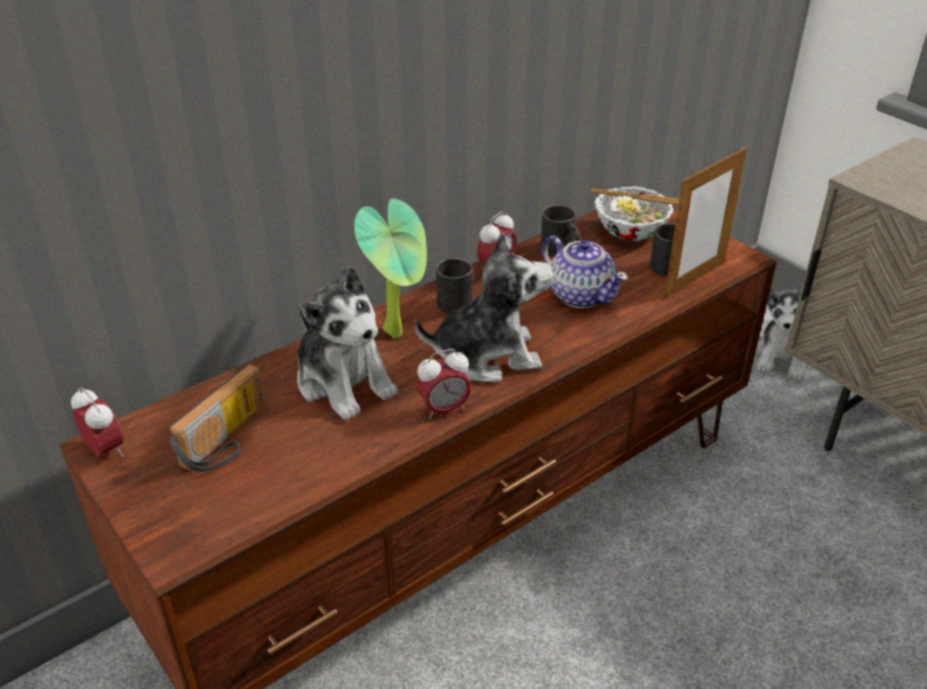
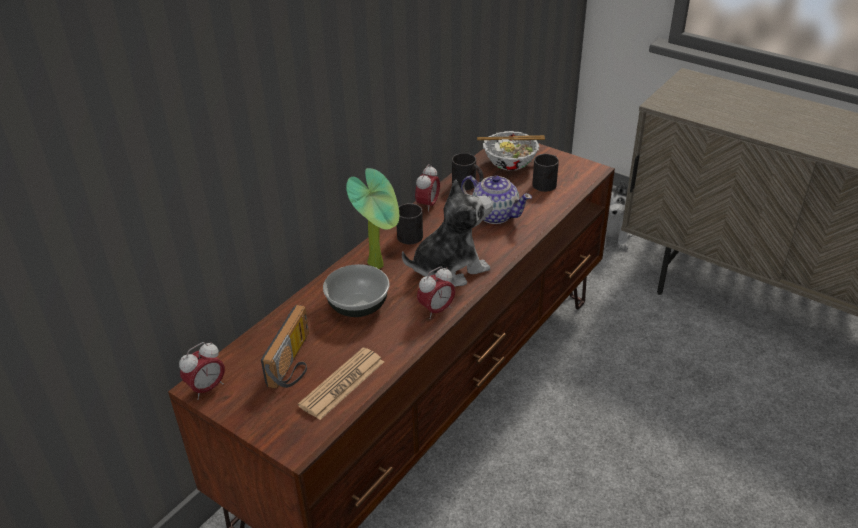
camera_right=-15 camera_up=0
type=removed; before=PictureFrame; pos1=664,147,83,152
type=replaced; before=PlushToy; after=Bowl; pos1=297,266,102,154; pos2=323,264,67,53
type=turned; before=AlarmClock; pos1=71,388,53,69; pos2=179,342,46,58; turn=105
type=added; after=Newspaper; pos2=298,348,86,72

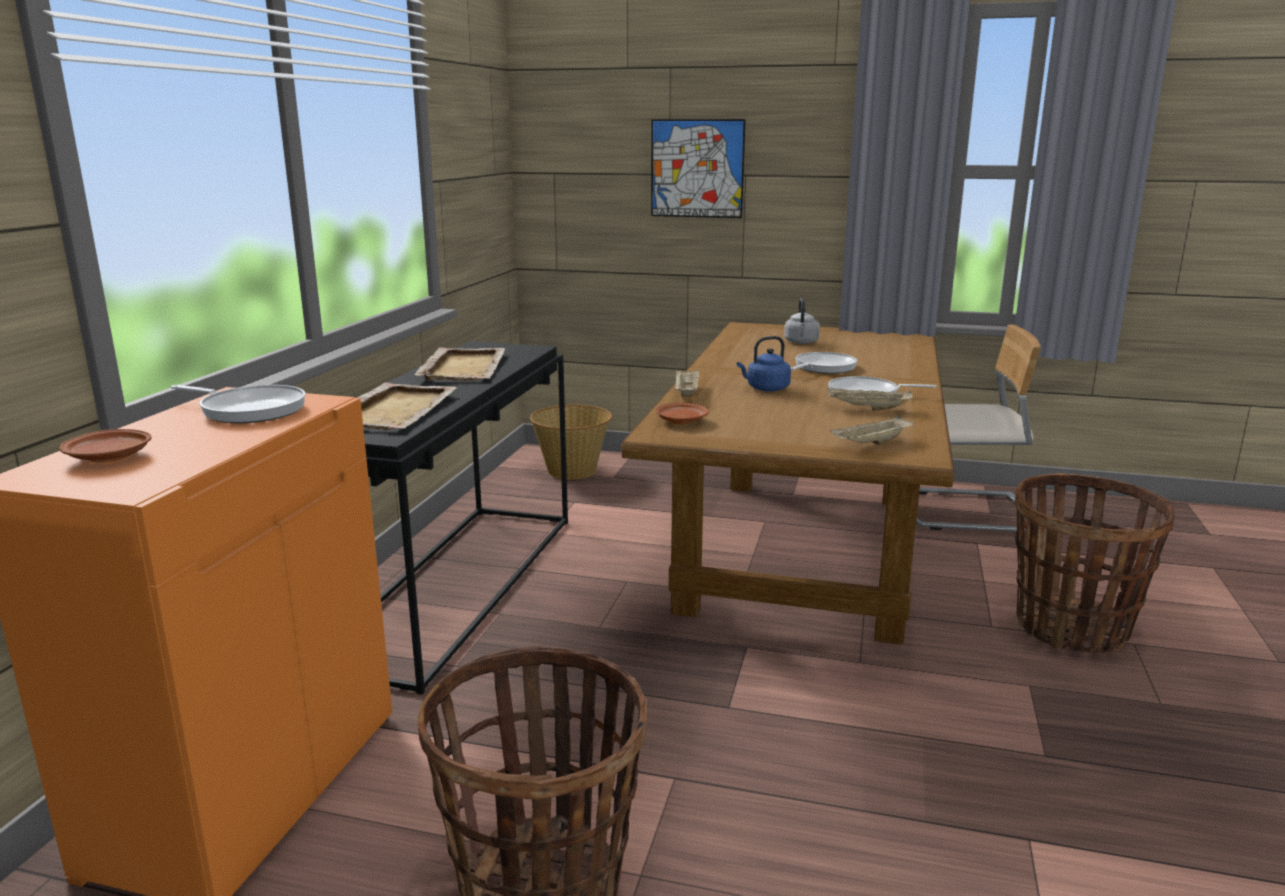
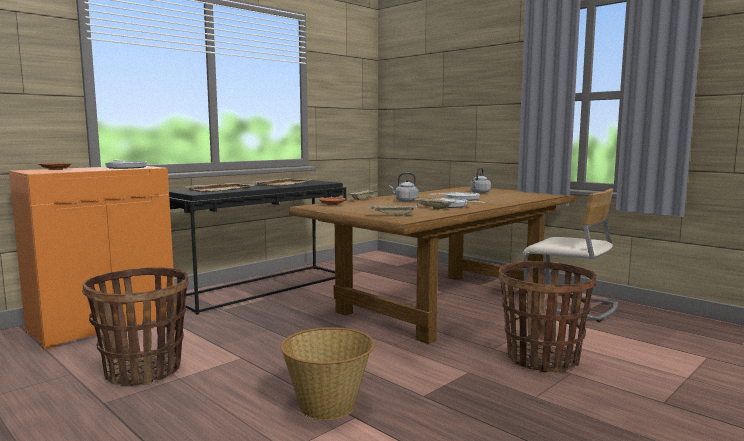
camera_right=30 camera_up=-10
type=removed; before=Picture; pos1=651,119,94,99
type=recoloured; before=BlueKettle; after=GreyKettle; pos1=737,336,54,55; pos2=389,173,30,29
type=moved; before=Basket; pos1=530,405,82,75; pos2=281,327,94,93

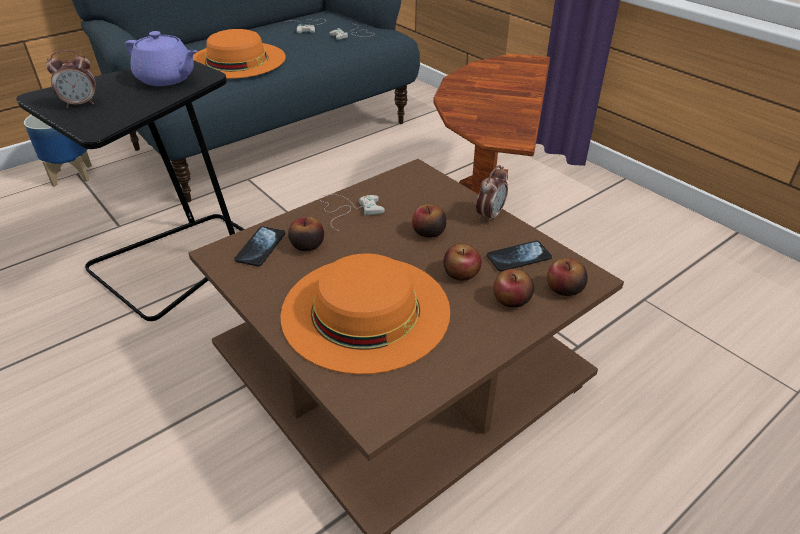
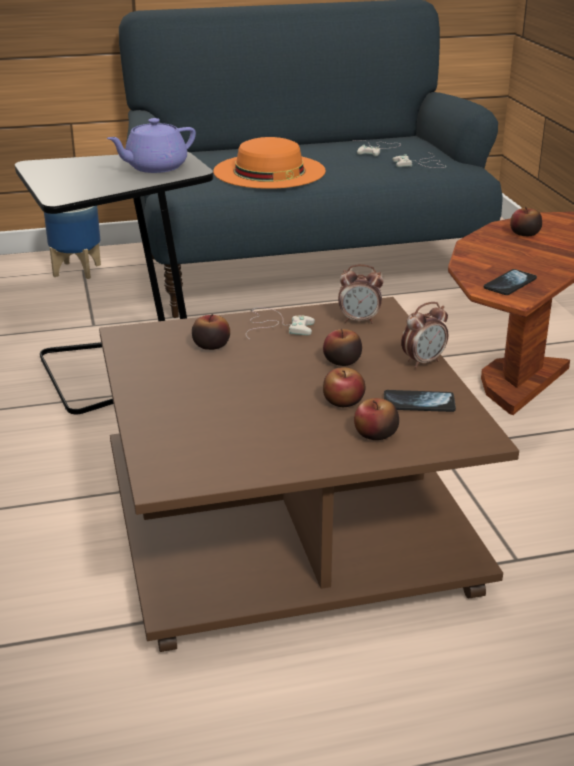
camera_right=25 camera_up=-10
type=turned; before=PurpleTeapot; pos1=125,31,72,55; pos2=107,118,89,55; turn=90
type=moved; before=AlarmClock; pos1=46,50,50,58; pos2=338,264,46,59
type=moved; before=Phone; pos1=234,226,51,40; pos2=484,269,53,26
type=removed; before=OrangeHat; pos1=280,254,170,120
type=moved; before=Apple; pos1=547,258,41,38; pos2=510,207,32,29

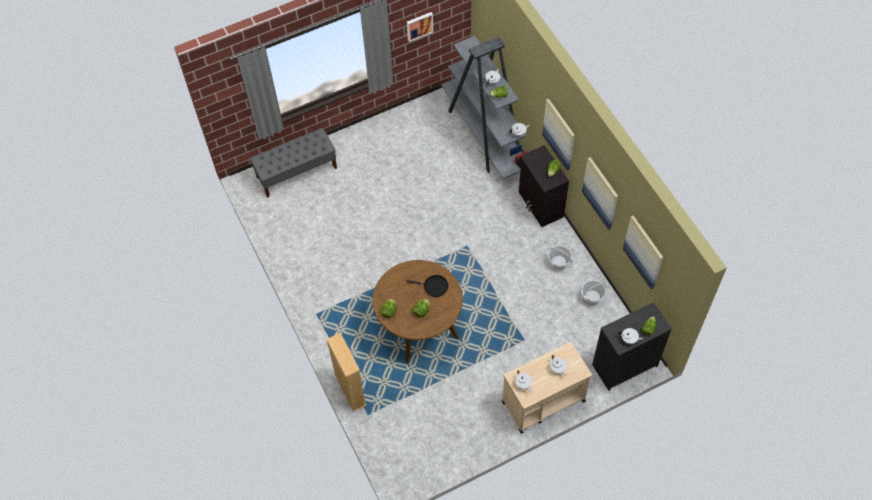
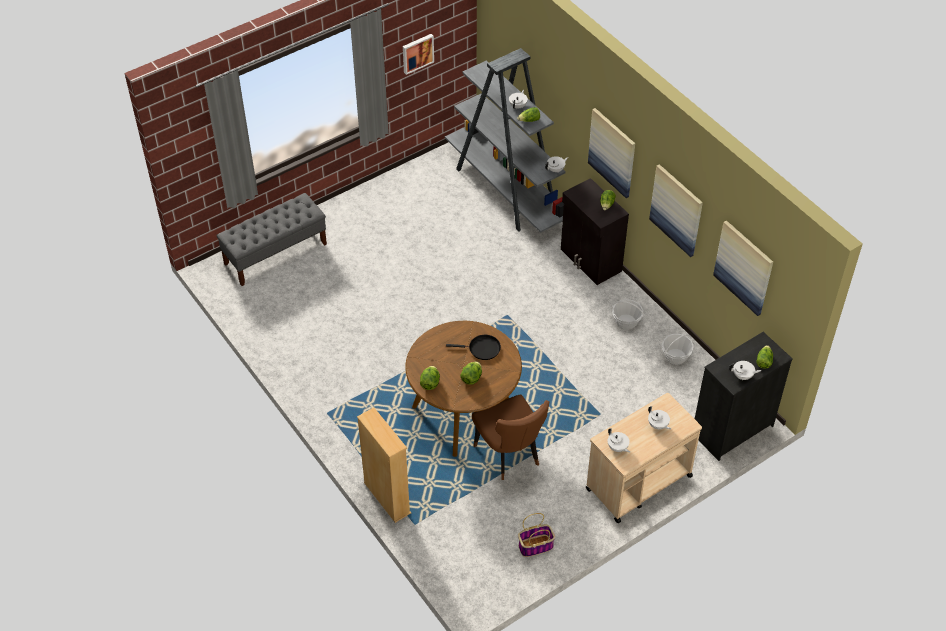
camera_right=-10 camera_up=-10
type=added; after=BrownChair; pos2=472,394,77,86
type=added; after=Basket; pos2=518,513,37,44

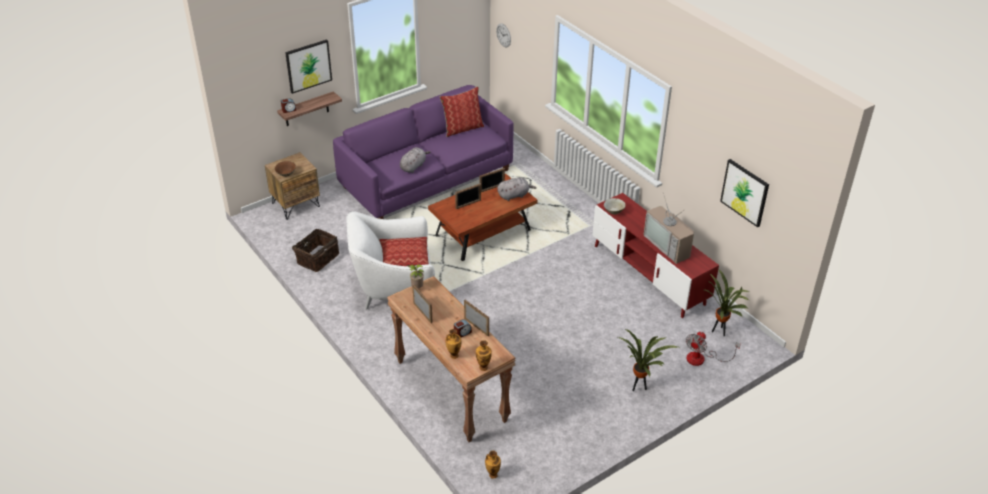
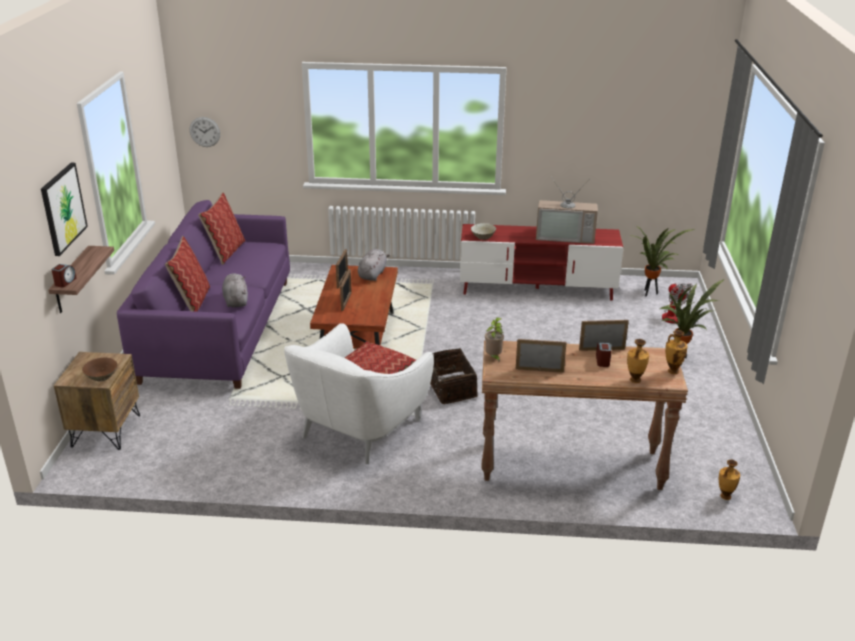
camera_right=-50 camera_up=-10
type=removed; before=Picture; pos1=720,159,49,68
type=moved; before=Basket; pos1=292,229,47,43; pos2=430,348,48,56
type=added; after=Pillow; pos2=165,236,45,76

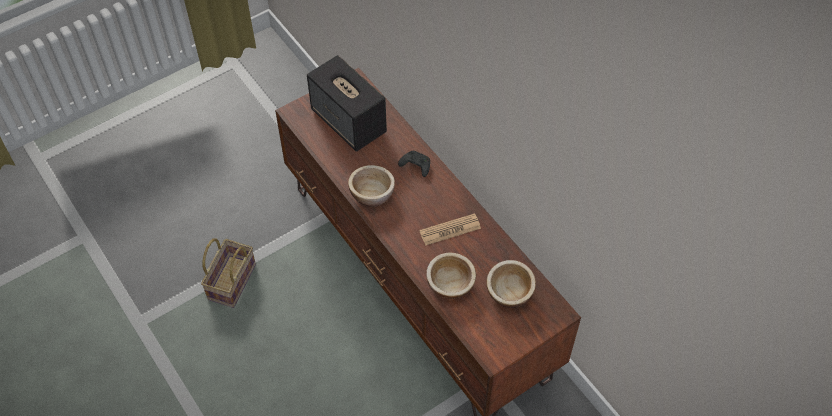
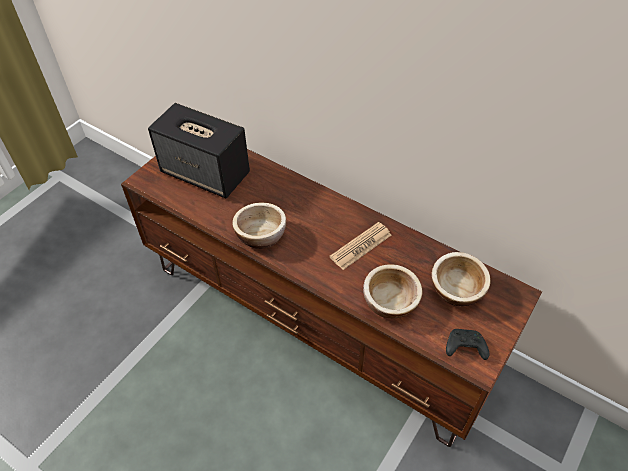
camera_right=-20 camera_up=-5
type=moved; before=BlackGameController; pos1=398,151,32,26; pos2=446,329,43,31
type=removed; before=Basket; pos1=201,239,55,69

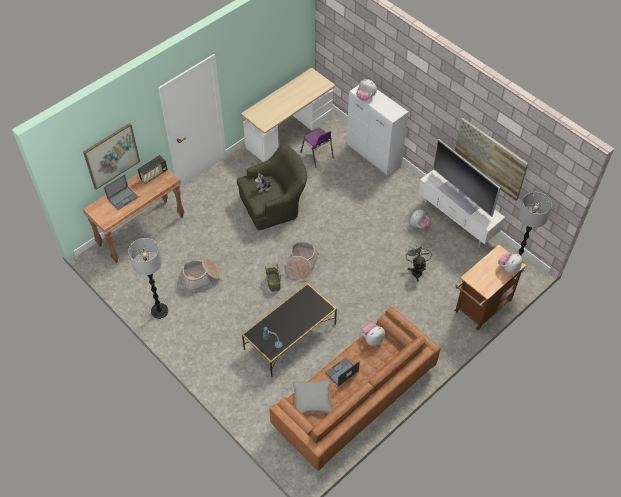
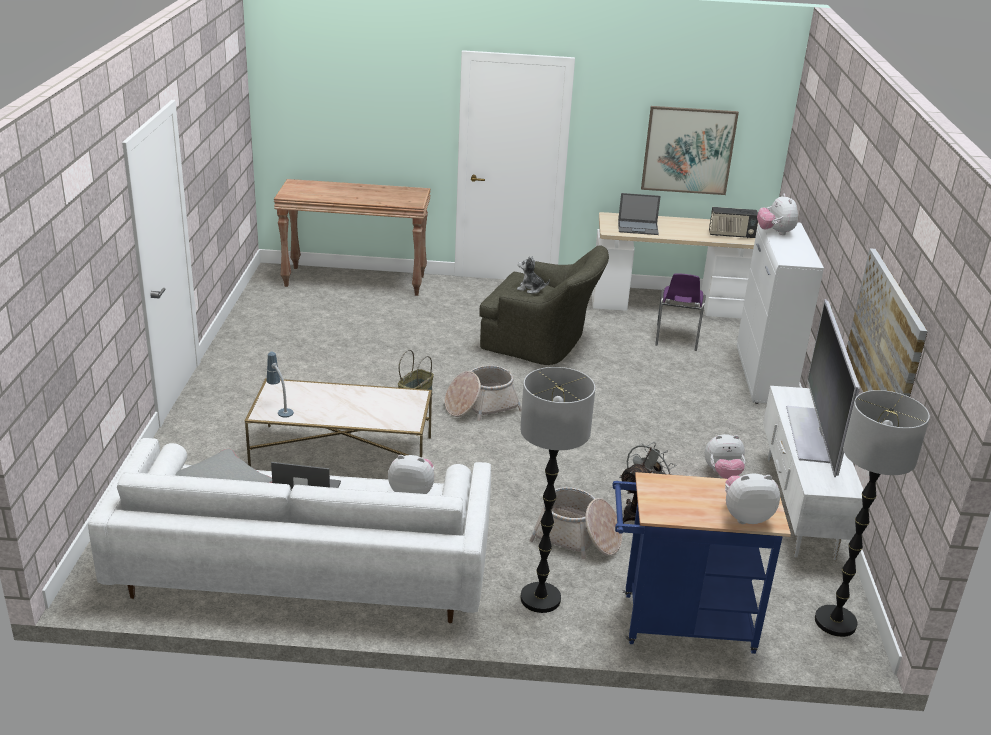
camera_right=45 camera_up=-25
type=moved; before=Picture; pos1=83,123,57,67; pos2=641,106,98,89
type=moved; before=Radio; pos1=138,155,29,29; pos2=709,207,49,31
type=moved; before=Laptop; pos1=104,174,34,36; pos2=618,193,43,42
type=moved; before=FloorLamp; pos1=128,238,40,81; pos2=520,367,75,246
type=recoloured; before=BrownCart; after=BlueCart; pos1=454,245,72,85; pos2=613,472,178,182
type=moved; before=Basket; pos1=180,258,41,35; pos2=529,487,93,72
type=recoloured; before=BlackCoffeeTable; after=WhiteCoffeeTable; pos1=242,283,95,94; pos2=245,378,187,89
type=recoloured; before=BrownSofa; after=WhiteSofa; pos1=269,307,171,164; pos2=88,438,403,185

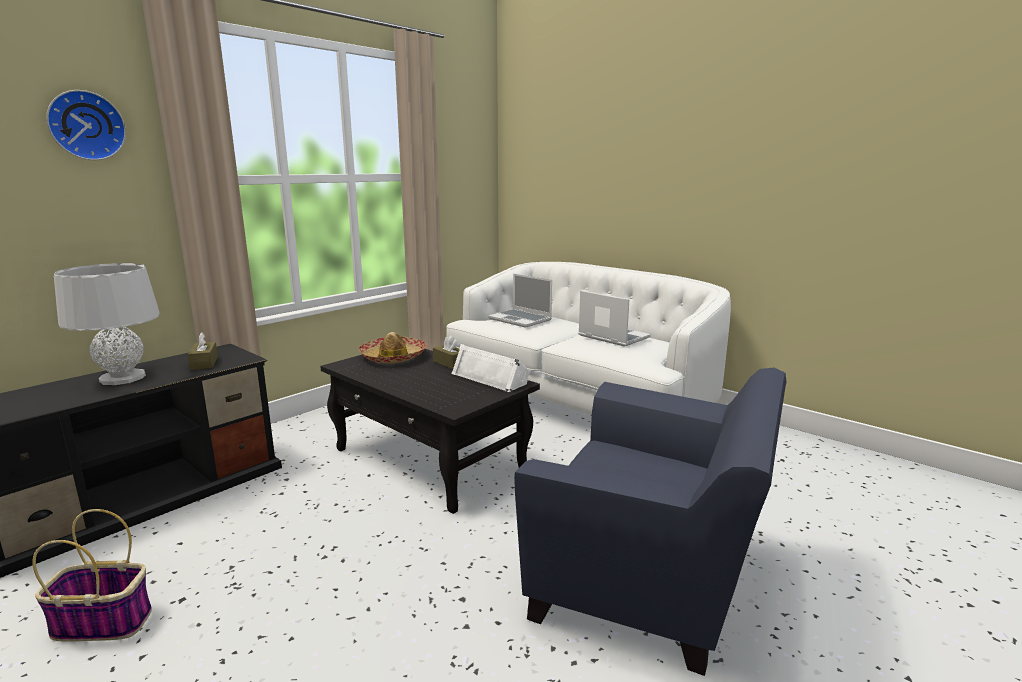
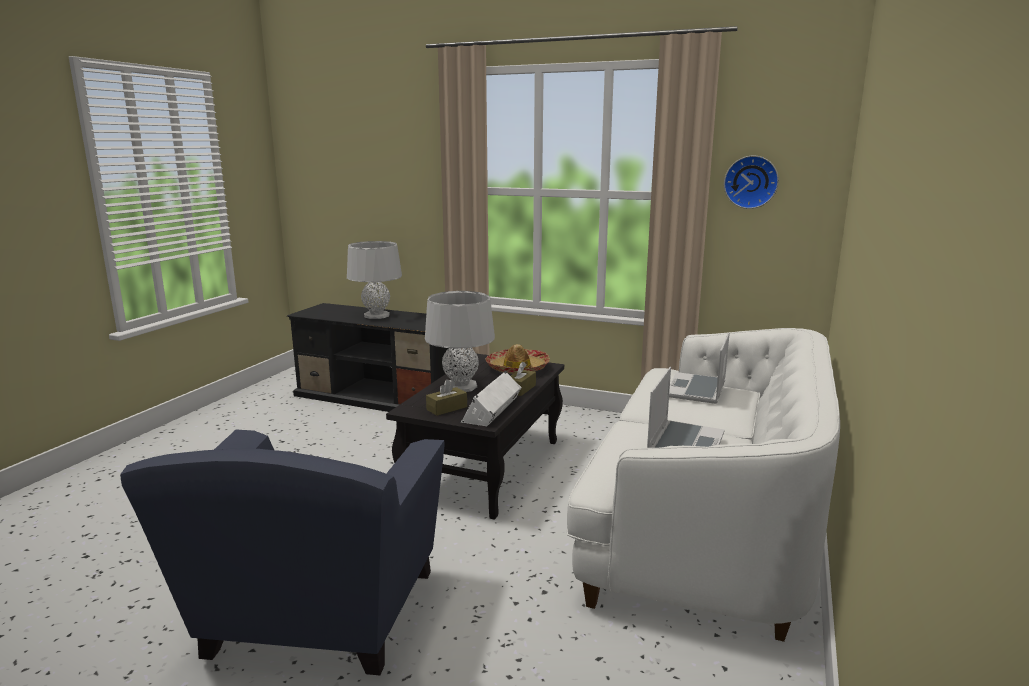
camera_right=70 camera_up=0
type=moved; before=WallClock; pos1=46,90,80,70; pos2=724,156,55,53
type=moved; before=BrownTissueBox; pos1=187,332,31,38; pos2=426,379,41,37
type=removed; before=Basket; pos1=32,509,120,132
type=added; after=GreyTableLamp; pos2=425,291,70,101

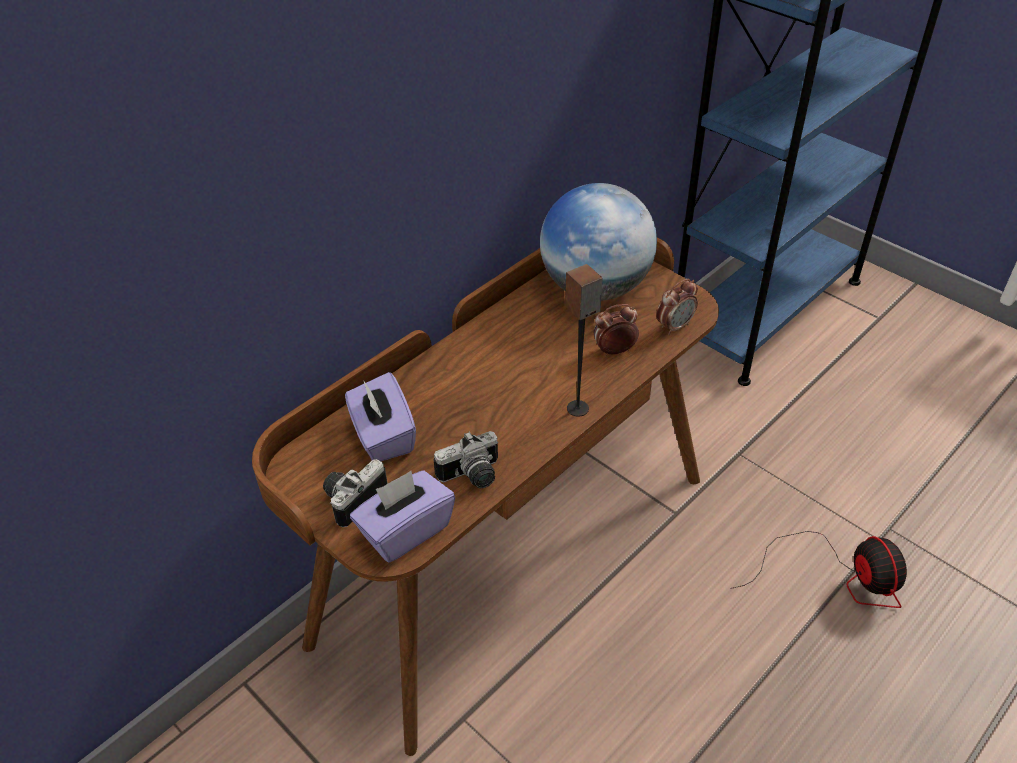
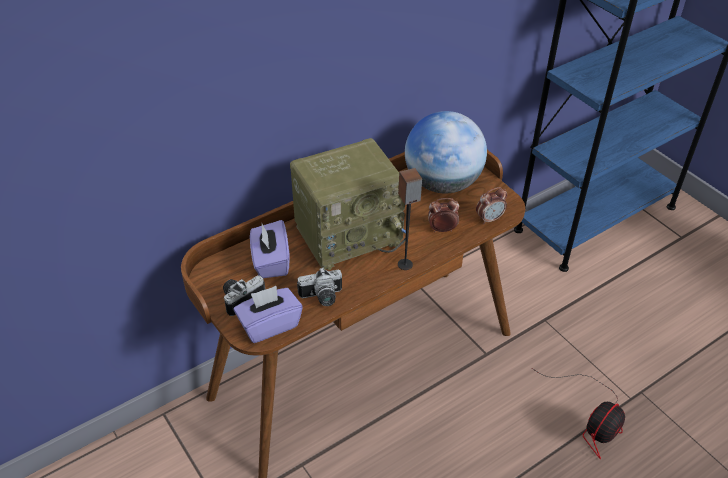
camera_right=10 camera_up=0
type=turned; before=Fan; pos1=730,531,177,77; pos2=532,368,93,91; turn=45
type=added; after=Radio; pos2=290,138,119,132

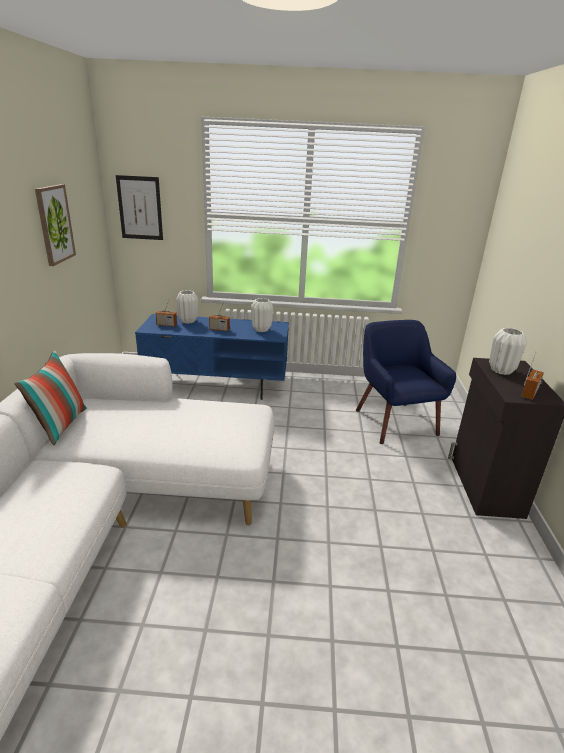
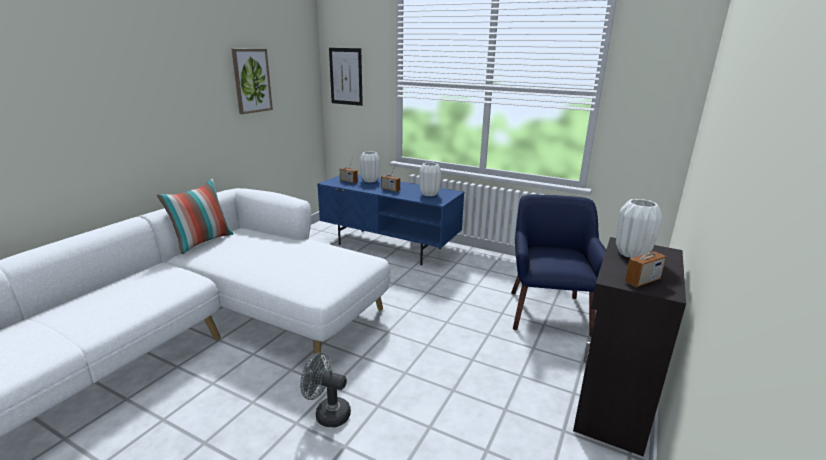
camera_right=25 camera_up=-5
type=added; after=GreyFan; pos2=300,353,51,74

